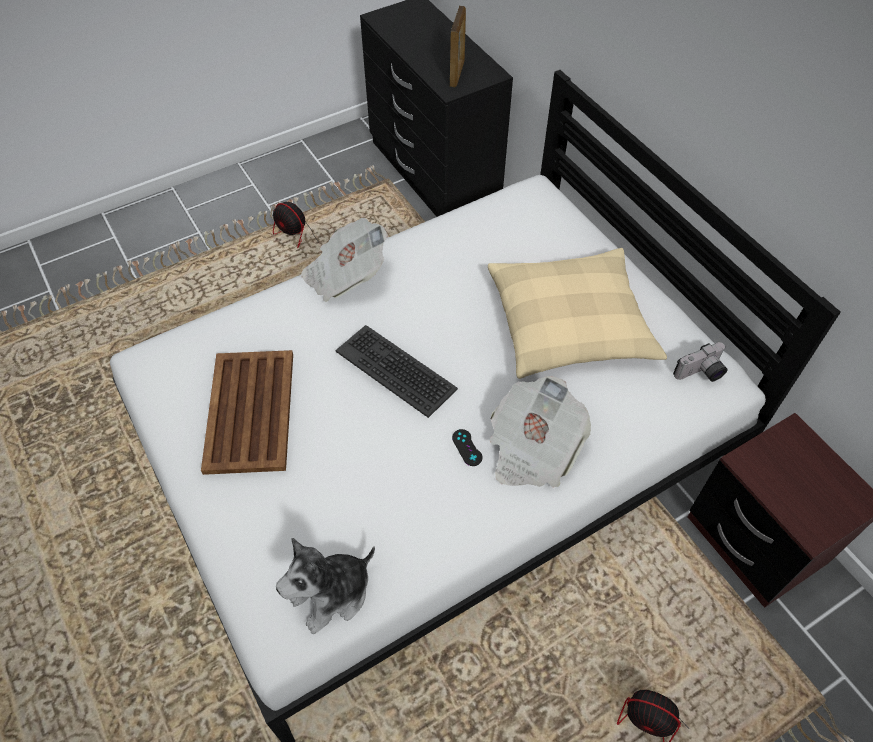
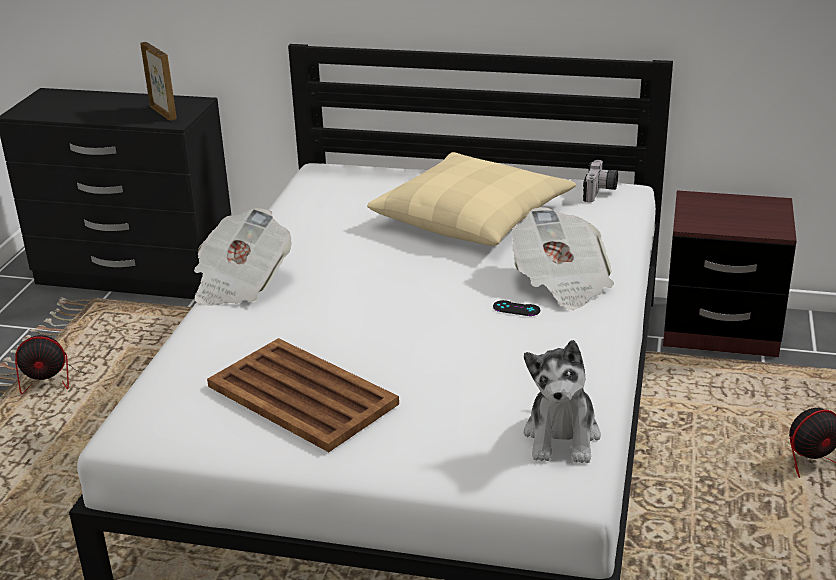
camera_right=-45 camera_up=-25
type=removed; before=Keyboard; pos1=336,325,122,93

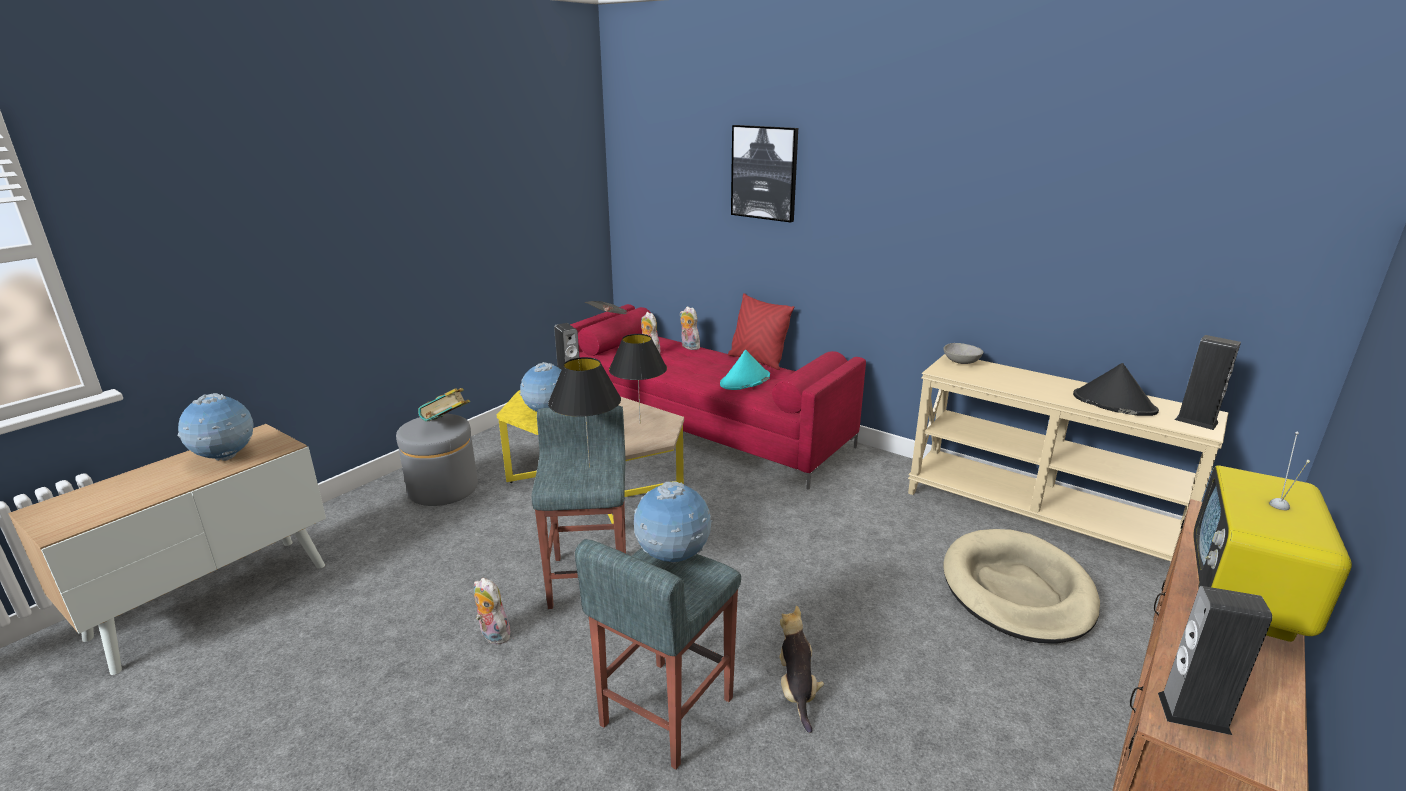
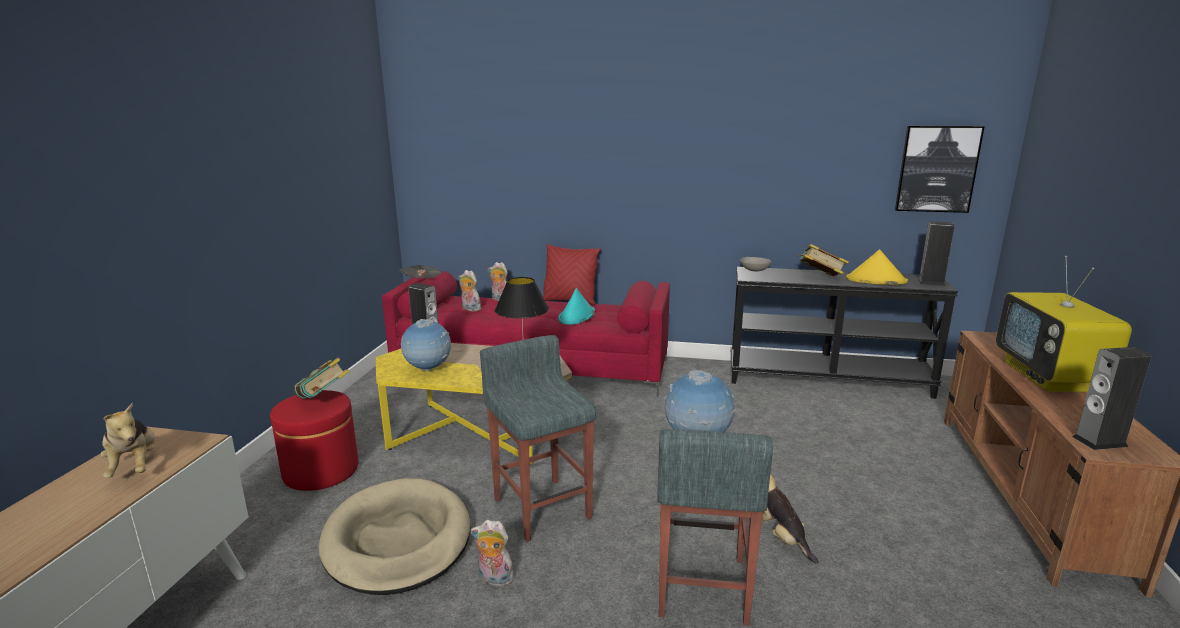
camera_right=-25 camera_up=-5
type=moved; before=Picture; pos1=731,125,67,98; pos2=895,126,90,87
type=recoloured; before=BeigeConsoleTable; after=BlackConsoleTable; pos1=908,354,320,207; pos2=731,267,227,132
type=removed; before=BlackTableLamp; pos1=548,357,73,110
type=recoloured; before=BlackHat; after=YellowHat; pos1=1073,363,86,53; pos2=846,249,62,36
type=replaced; before=Globe; after=PlushToy; pos1=178,393,76,68; pos2=101,403,54,75
type=recoloured; before=GreyOttoman; after=RedOttoman; pos1=396,414,82,92; pos2=270,390,89,101
type=moved; before=BeigeDogBed; pos1=943,529,157,115; pos2=319,478,151,117
type=added; after=Book; pos2=798,244,51,32

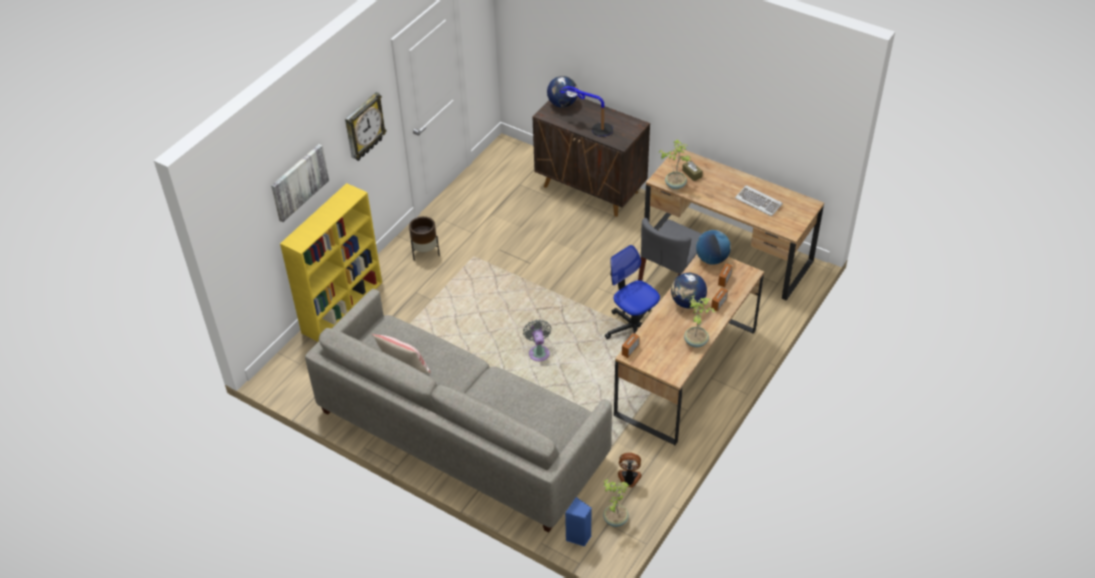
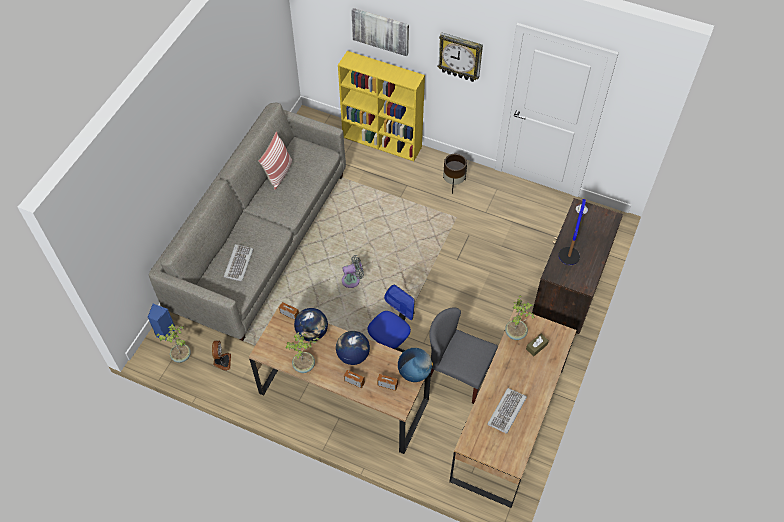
camera_right=80 camera_up=10
type=moved; before=Globe; pos1=547,76,31,32; pos2=294,308,34,33
type=added; after=Keyboard; pos2=224,244,29,37

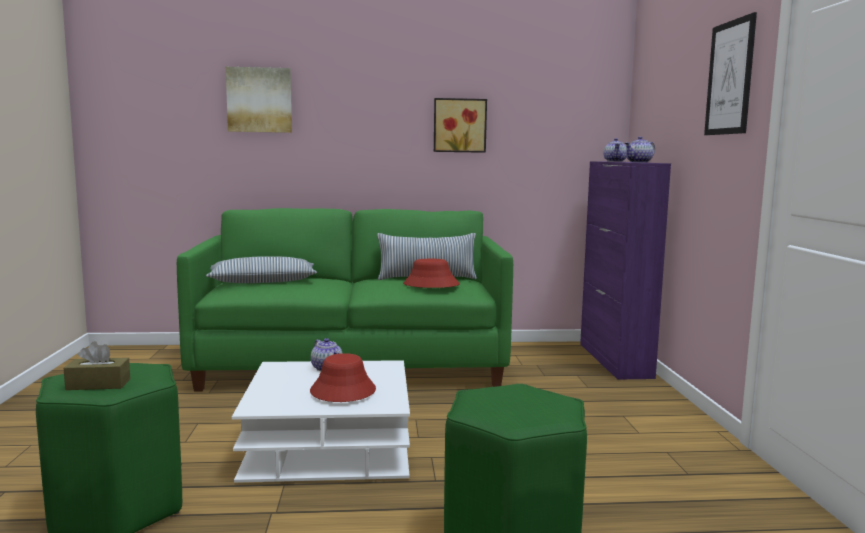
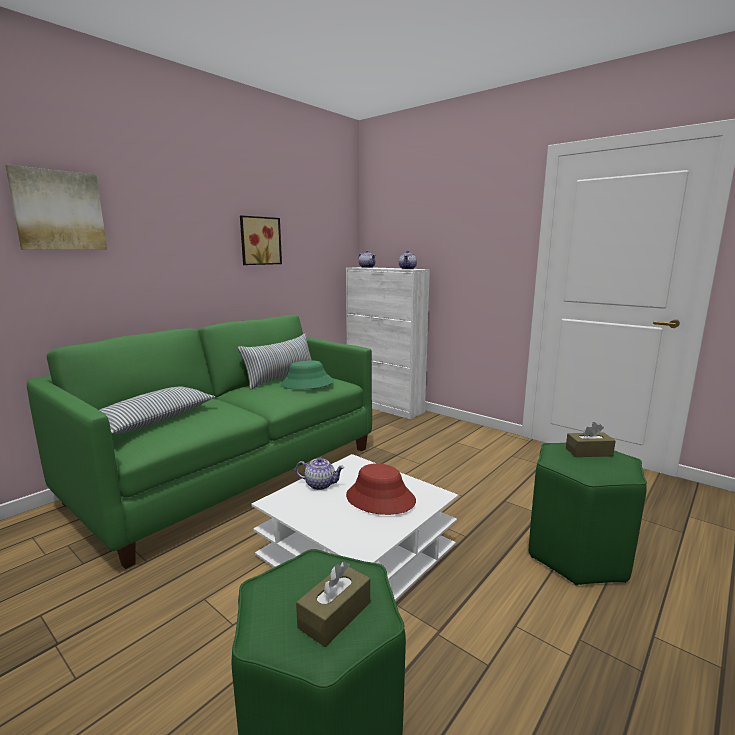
camera_right=-45 camera_up=5
type=removed; before=Picture; pos1=704,12,53,123
type=recoloured; before=PurpleCabinet; after=WhiteCabinet; pos1=580,161,91,219; pos2=346,267,84,152
type=recoloured; before=RedHat; after=GreenHat; pos1=403,259,57,29; pos2=281,360,53,29
type=added; after=BrownTissueBox; pos2=566,422,50,35

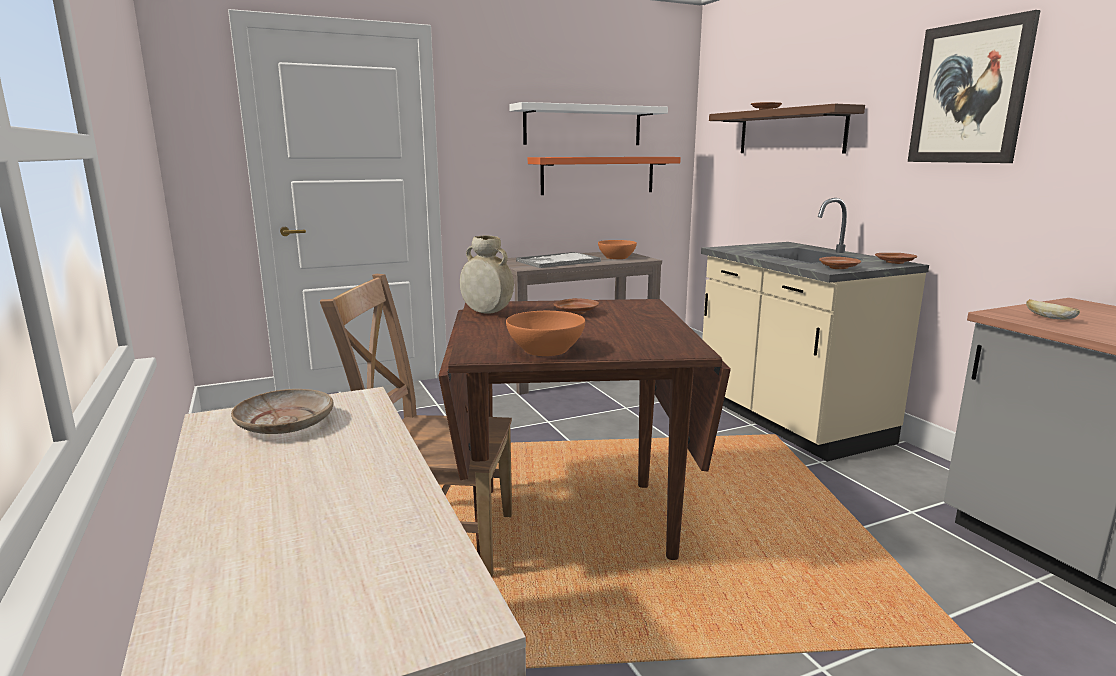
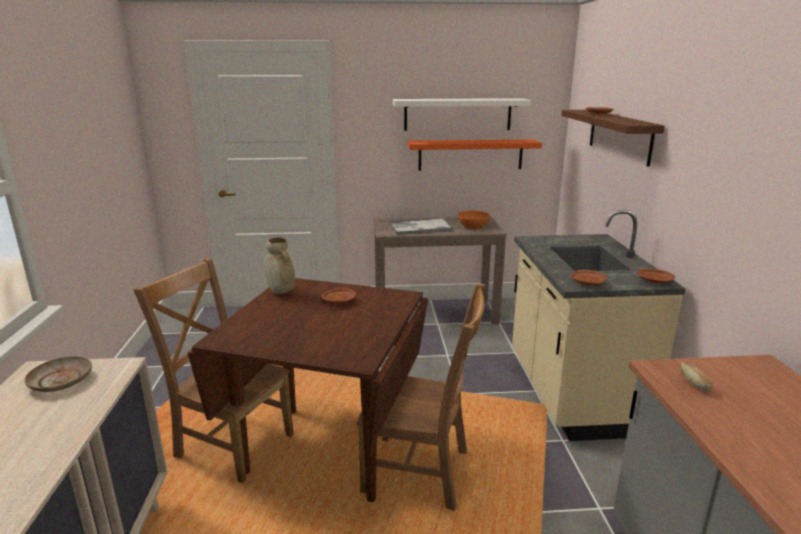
camera_right=20 camera_up=5
type=removed; before=Picture; pos1=908,10,133,153
type=removed; before=OrangeBowl; pos1=506,311,79,45
type=added; after=BrownChair; pos2=357,284,128,227

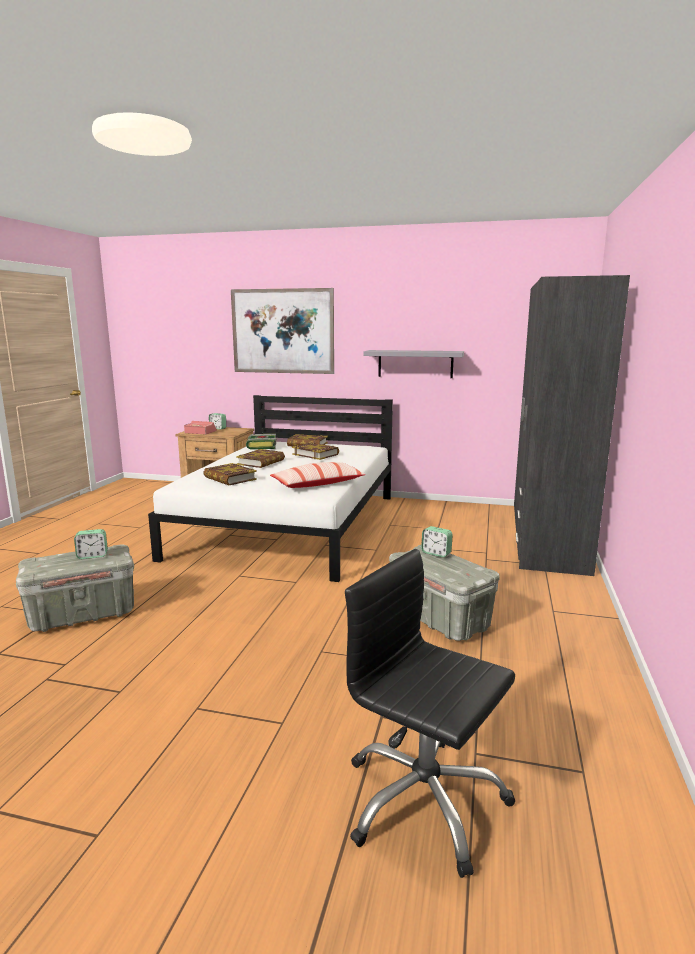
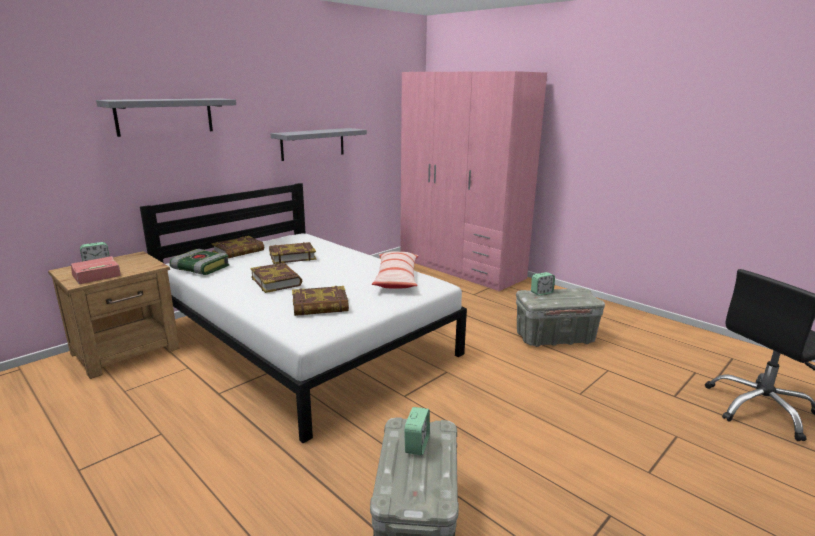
camera_right=-60 camera_up=5
type=recoloured; before=GreyWardrobe; after=PinkWardrobe; pos1=514,275,116,301; pos2=400,71,147,221
type=replaced; before=Picture; after=GreyShelf; pos1=231,288,103,86; pos2=96,98,140,39

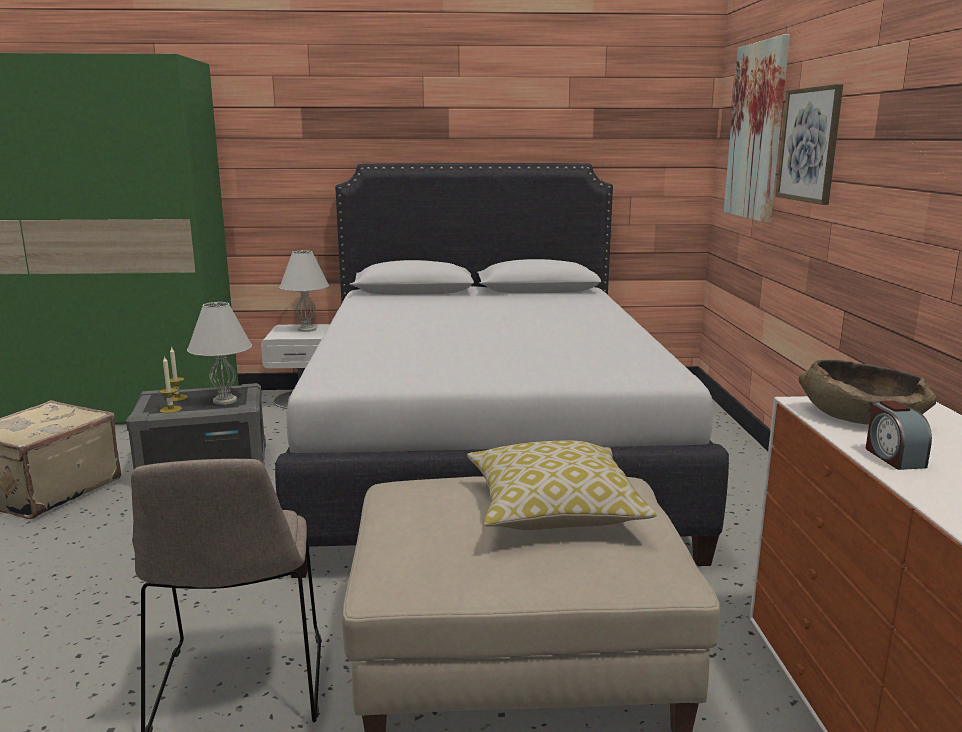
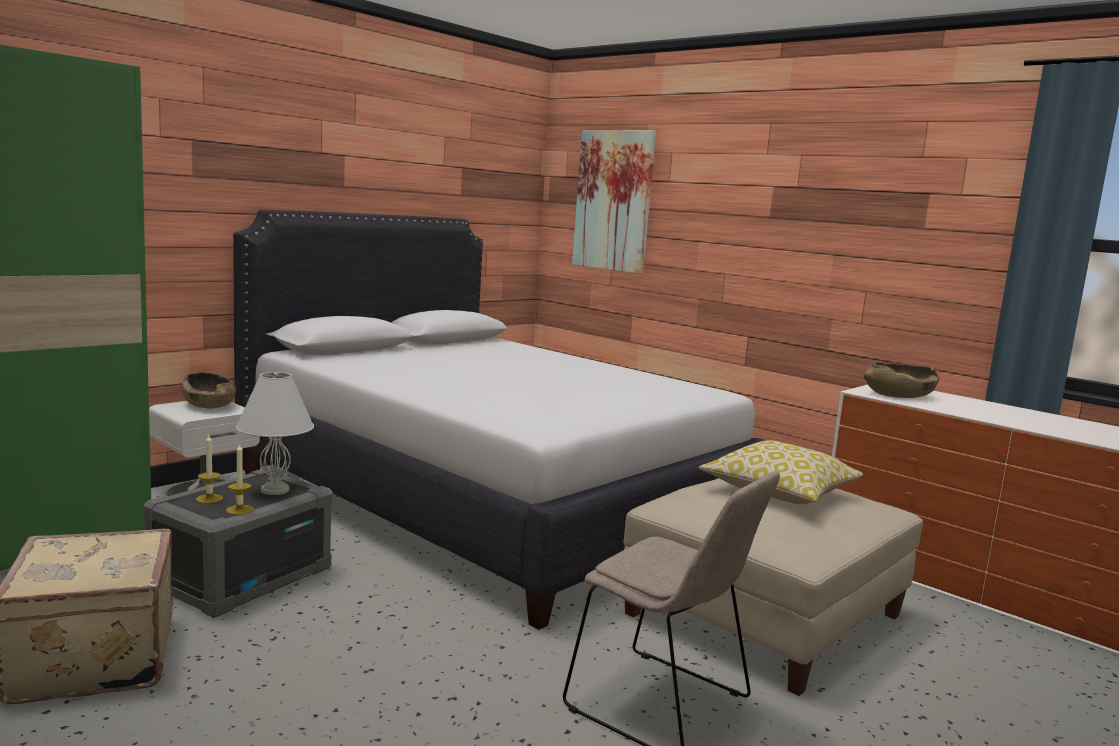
camera_right=-45 camera_up=-5
type=removed; before=Picture; pos1=775,84,68,121
type=replaced; before=WhiteTableLamp; after=BrownBowl; pos1=279,250,50,82; pos2=182,372,54,37
type=removed; before=AlarmClock; pos1=866,400,66,70

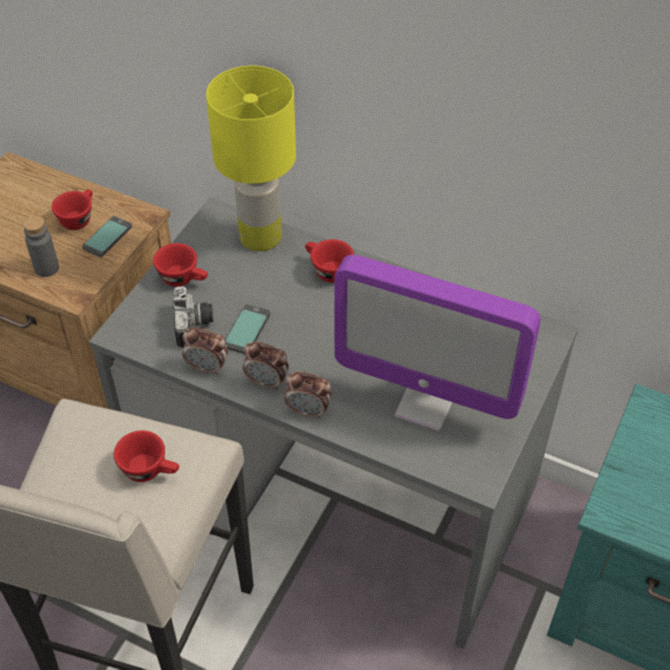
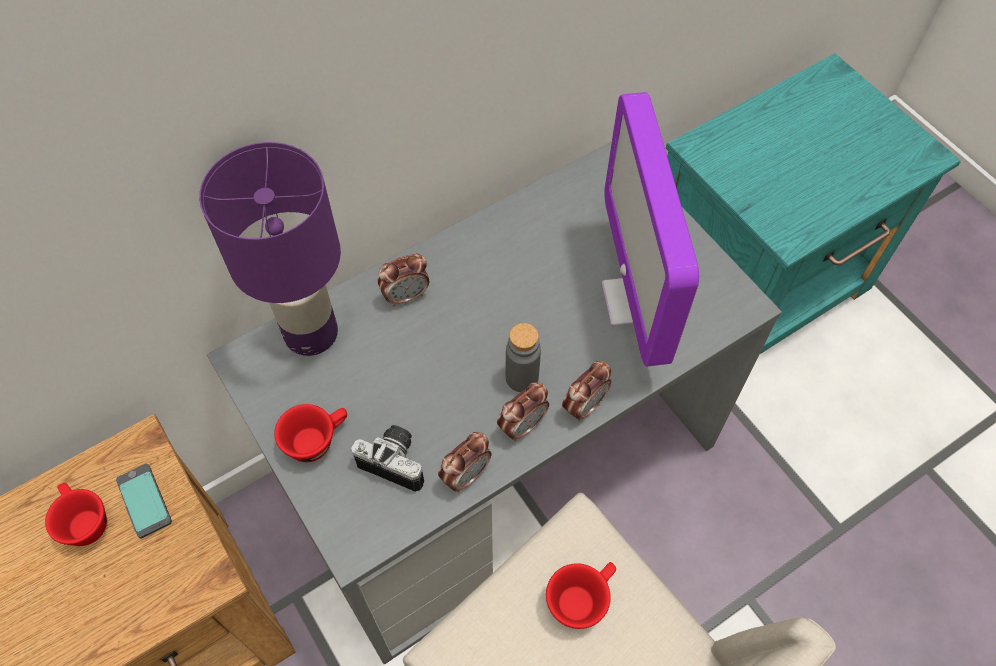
camera_right=-60 camera_up=10
type=recoloured; before=YellowTableLamp; after=PurpleTableLamp; pos1=206,66,90,185; pos2=199,142,142,214
type=moved; before=GreyBottle; pos1=23,216,36,61; pos2=506,323,35,69
type=replaced; before=RedCup; after=AlarmClock; pos1=305,239,49,44; pos2=378,253,51,54
type=turned; before=Monitor; pos1=334,254,207,177; pos2=602,92,97,274; turn=120
type=removed; before=Phone; pos1=225,304,45,50

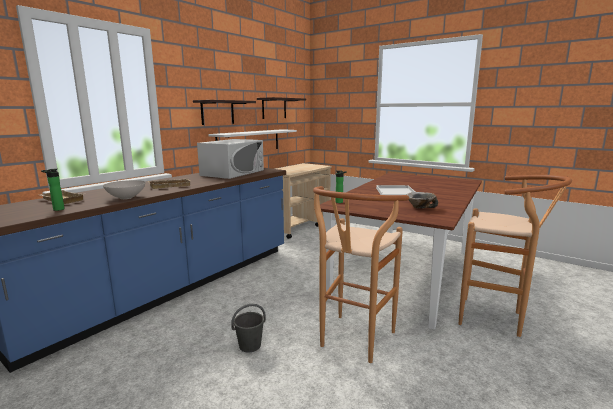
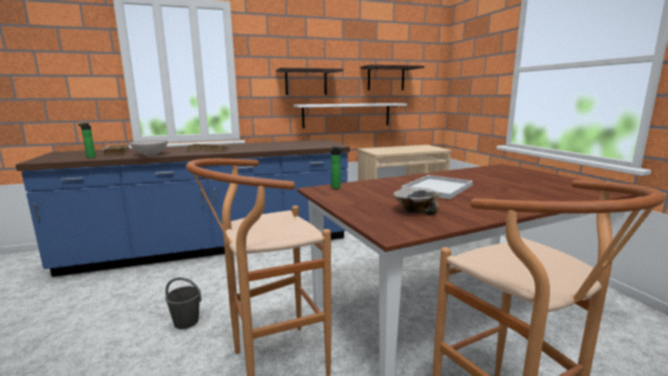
camera_right=35 camera_up=0
type=removed; before=WhiteMicrowave; pos1=197,139,67,40

